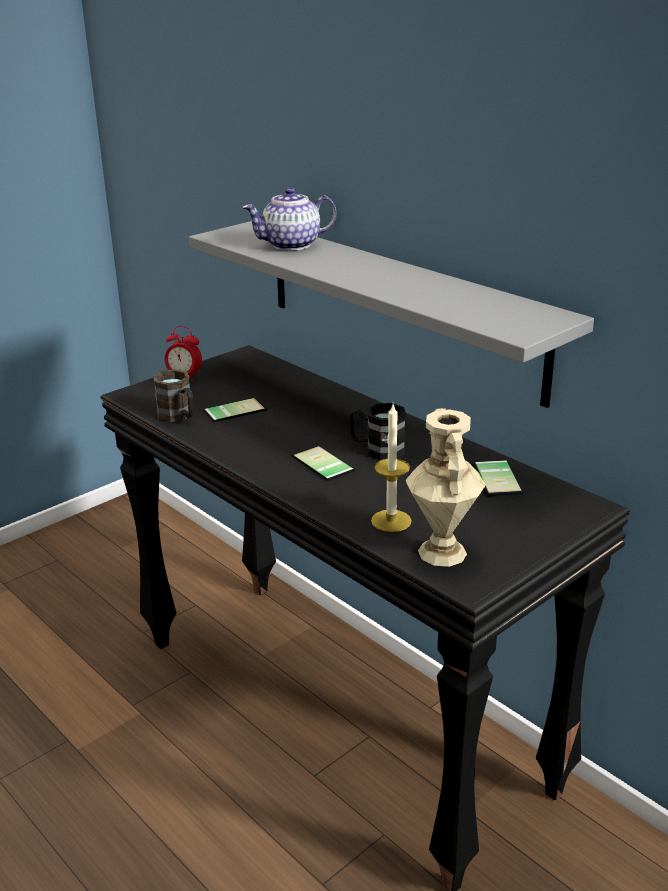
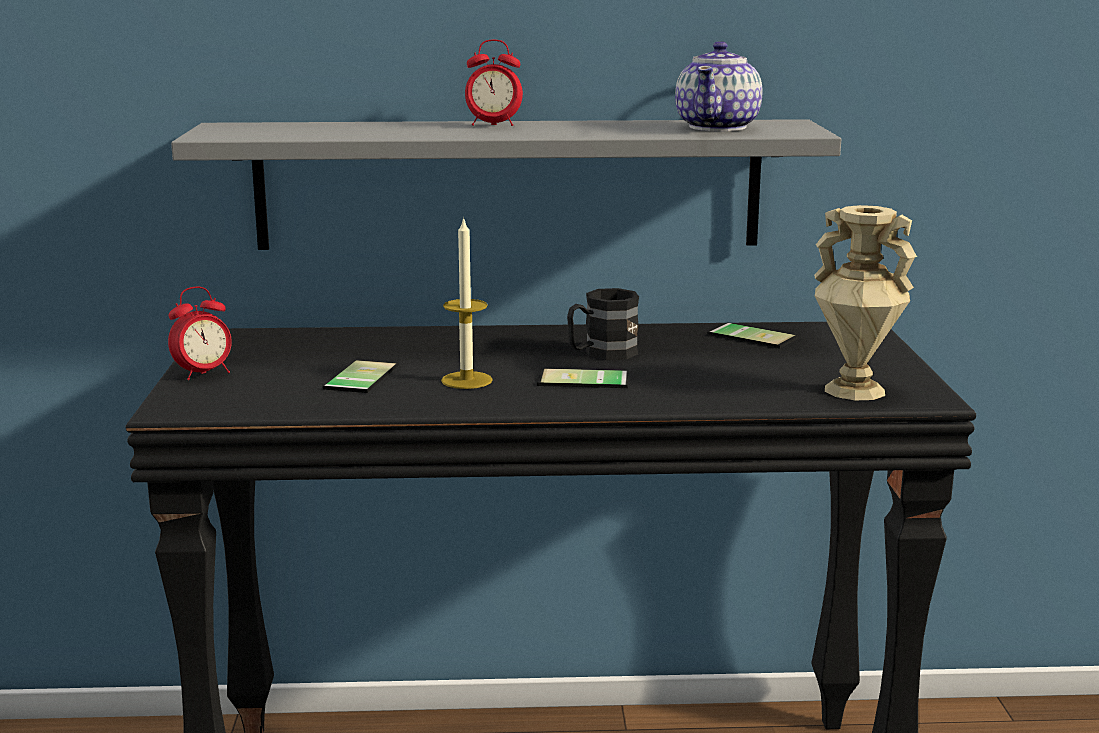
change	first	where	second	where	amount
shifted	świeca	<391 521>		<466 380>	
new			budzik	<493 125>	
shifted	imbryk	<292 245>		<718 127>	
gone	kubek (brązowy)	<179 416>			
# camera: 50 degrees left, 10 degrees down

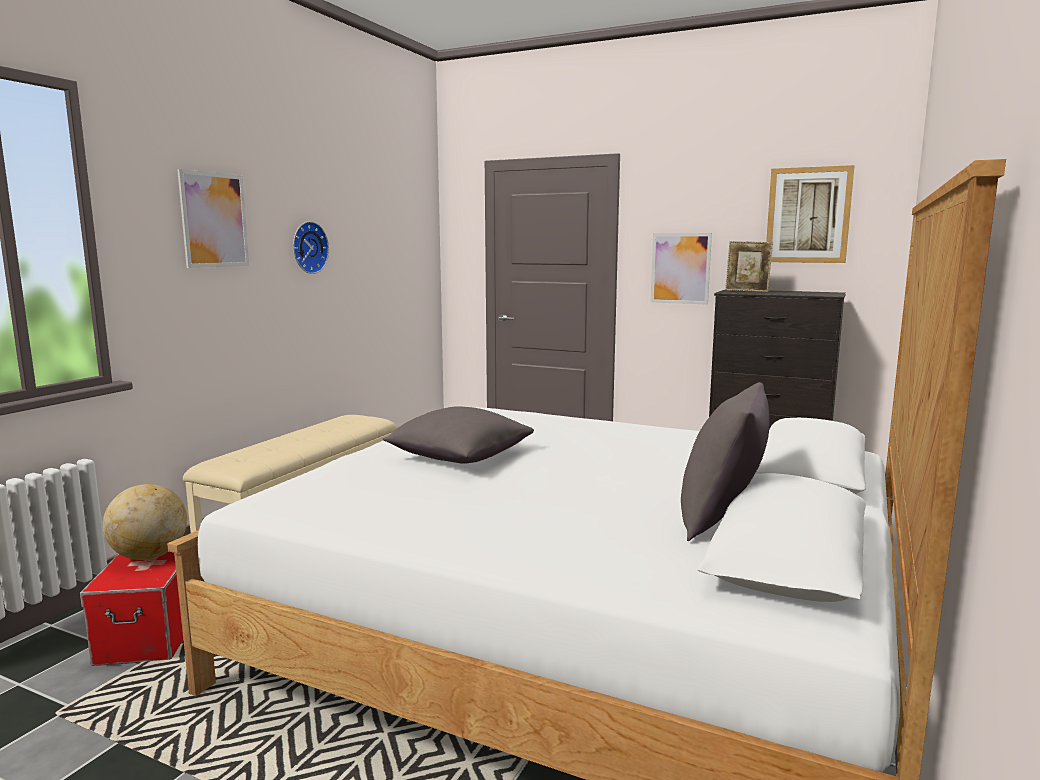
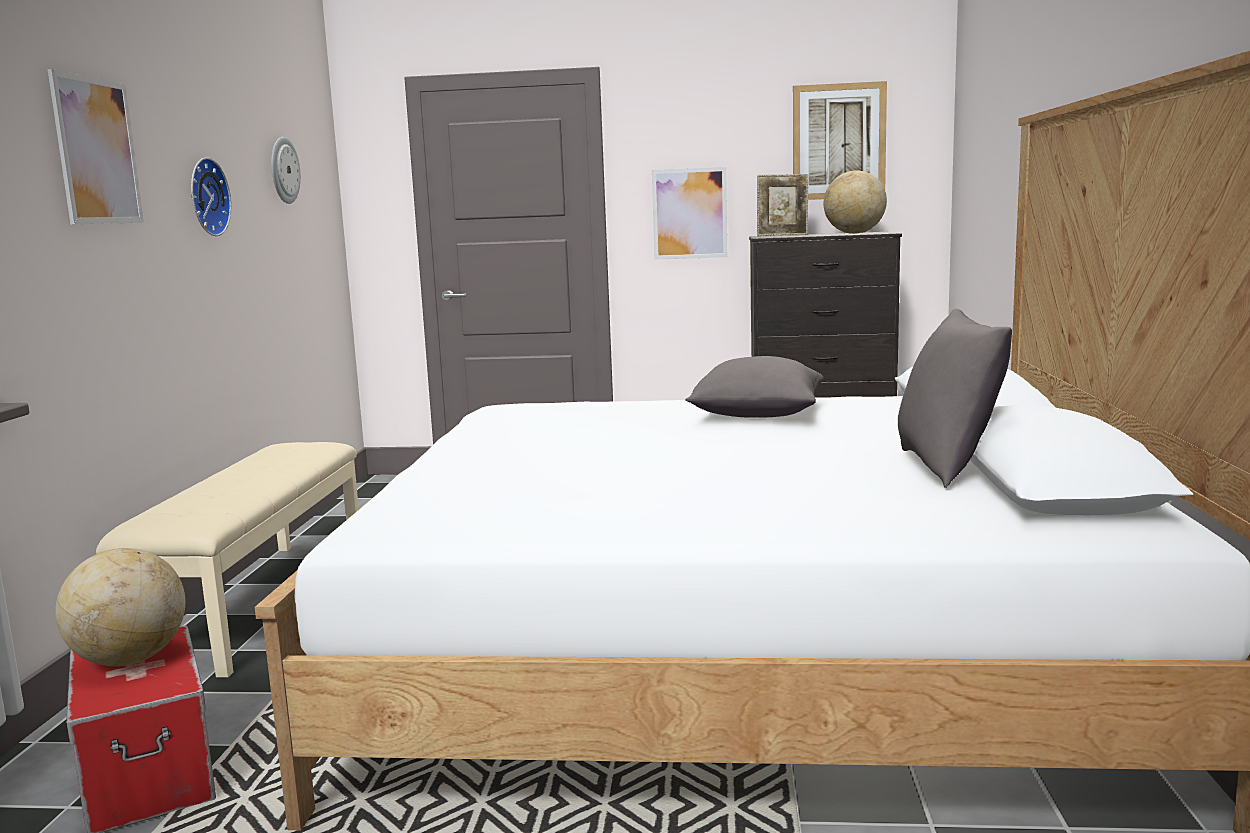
change	first	where	second	where	amount
new			zegar ścienny	<283 170>	
shifted	poduszka (szary)	<459 457>		<756 415>	
new			globus	<854 233>	
# camera: 20 degrees left, 0 degrees up

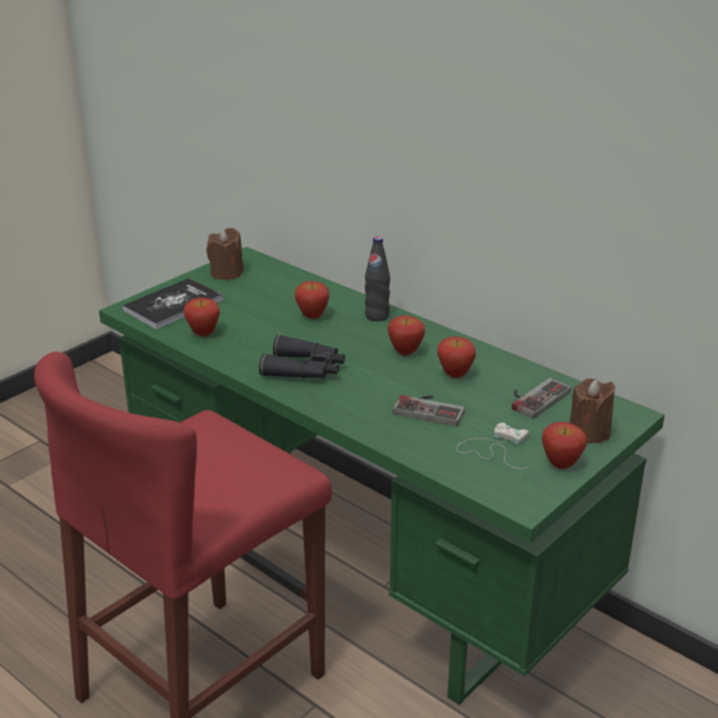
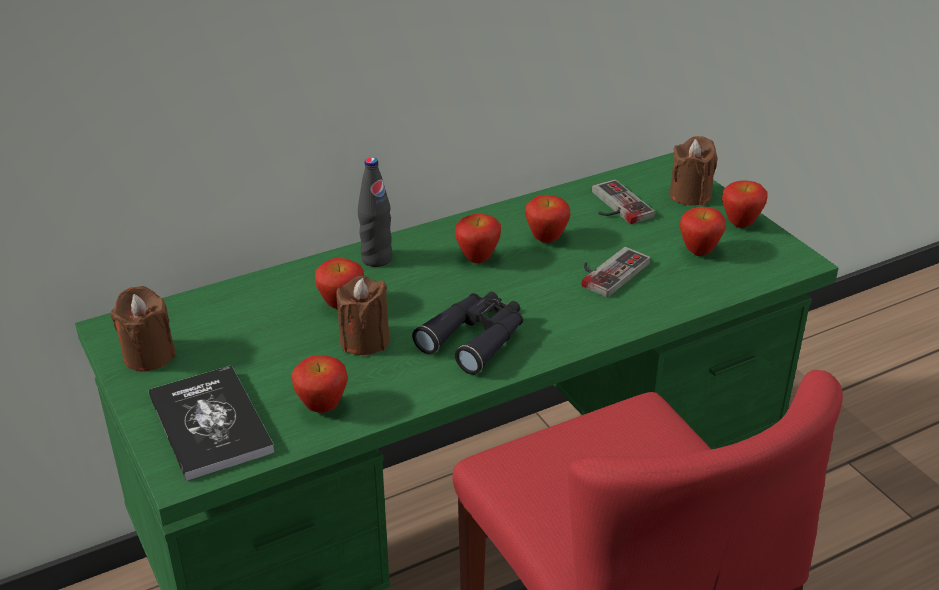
change	first	where	second	where	amount
new			świeca (brązowy)	<364 340>	
swapped	pad do gier (biały)	<494 448>	jabłko	<699 252>	
# camera: 70 degrees left, 5 degrees up

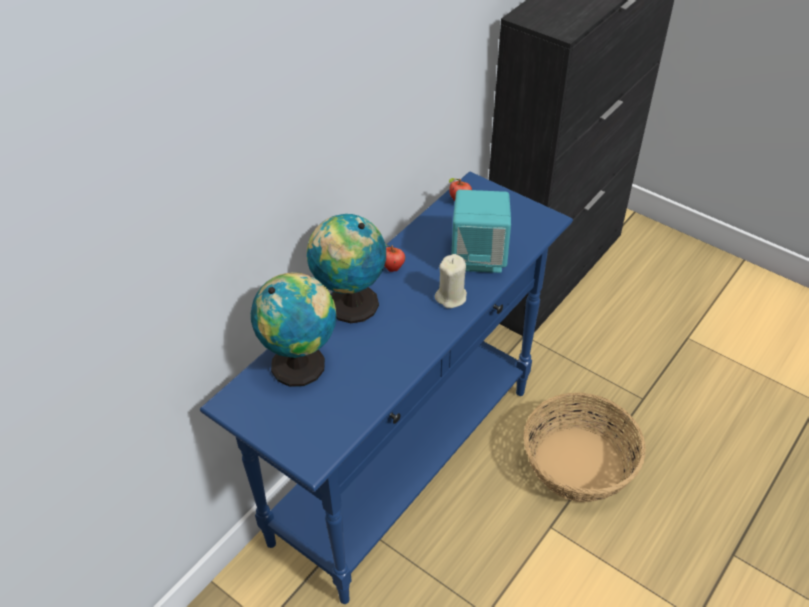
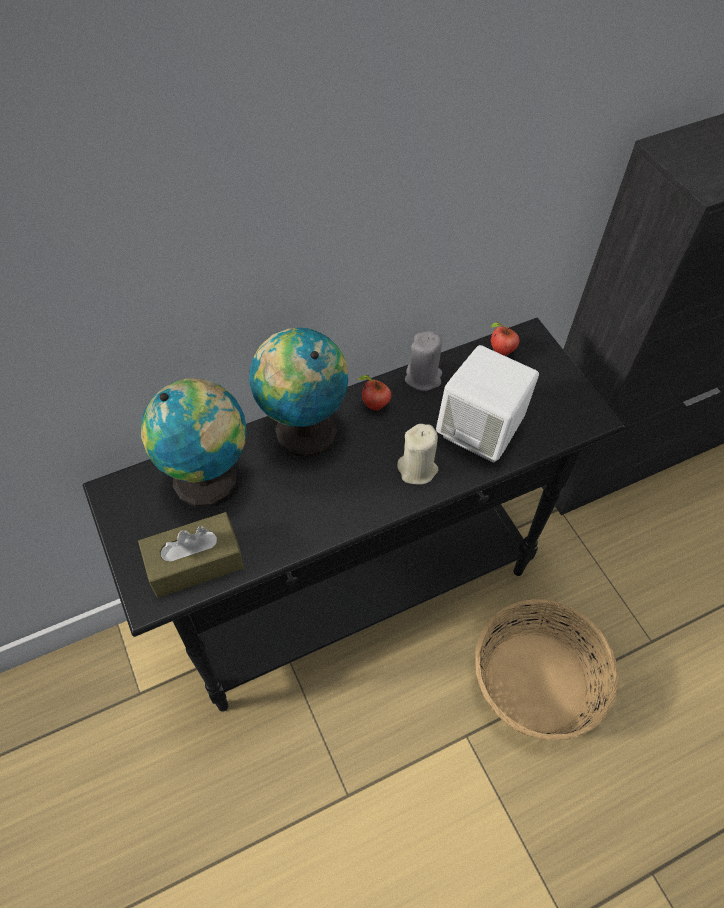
change	first	where	second	where	amount
repainted	stolik konsolowy (niebieski)	<405 463>	stolik konsolowy (czarny)	<358 593>	
new			pudełko chusteczek (brązowy)	<195 563>	
new			świeca (szary)	<423 377>	
repainted	głośnik (turkusowy)	<479 257>	głośnik (biały)	<480 432>	
# camera: 25 degrees right, 10 degrees up

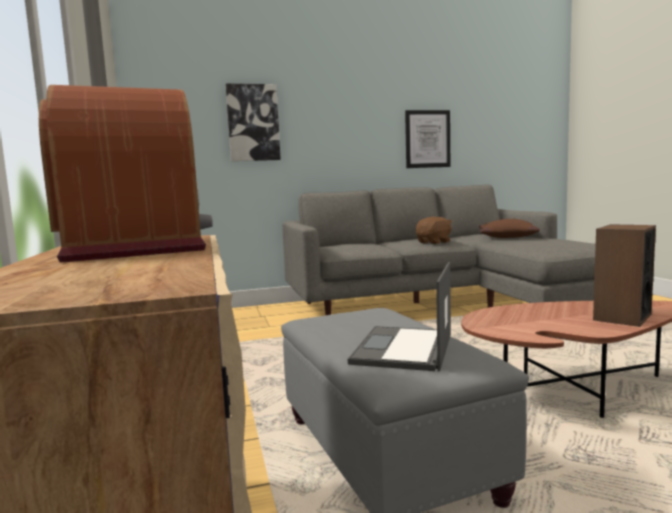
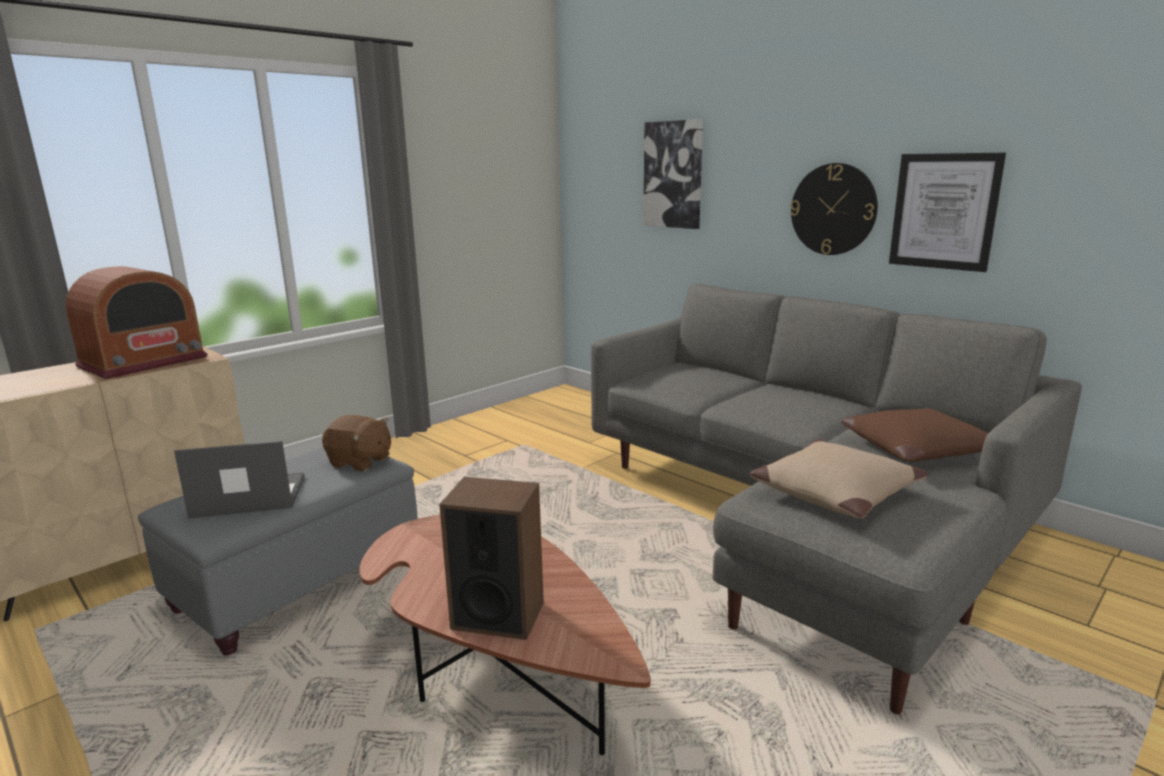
change	first	where	second	where	amount
shifted	pluszak (brązowy)	<434 242>		<360 462>	
new			poduszka (beżowy)	<834 492>	
new			zegar ścienny	<833 209>	
# camera: 60 degrees right, 10 degrees up

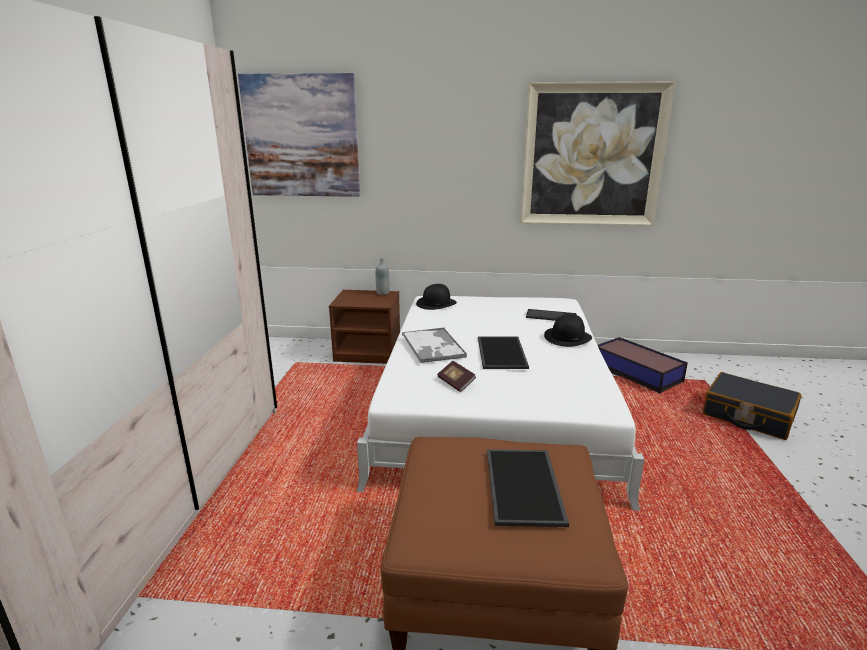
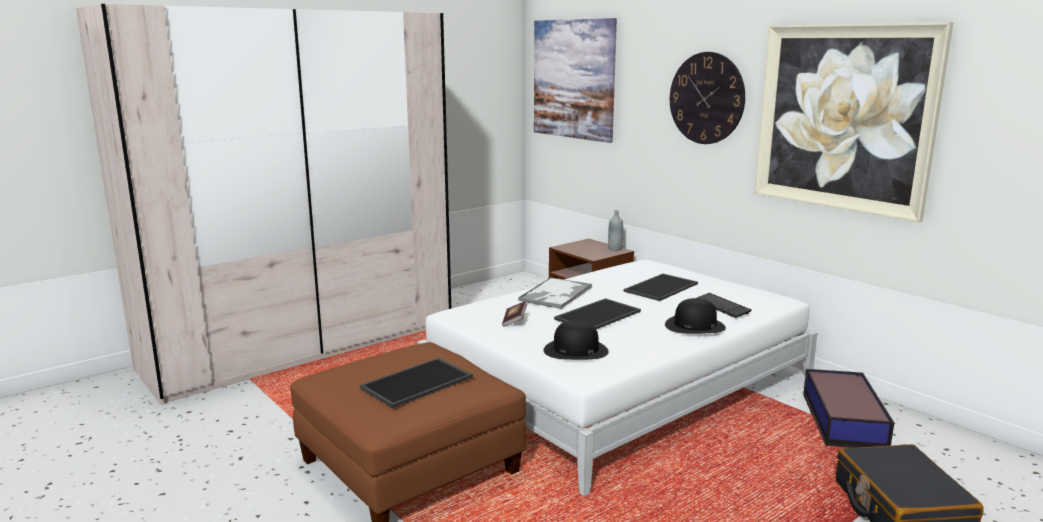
change	first	where	second	where	amount
shifted	kapelusz (czarny)	<436 303>		<575 350>	
new			taca	<660 287>	
new			zegar ścienny	<706 98>	
# camera: 45 degrees right, 5 degrees down

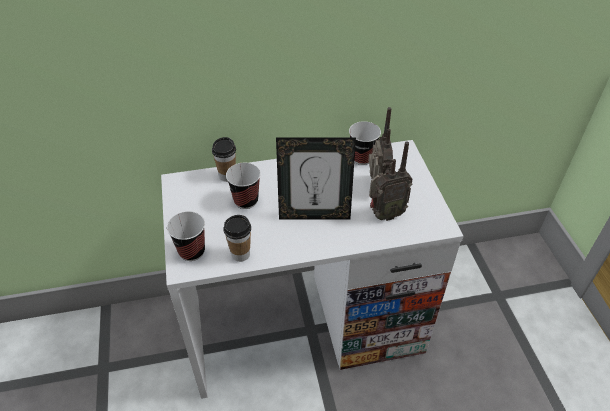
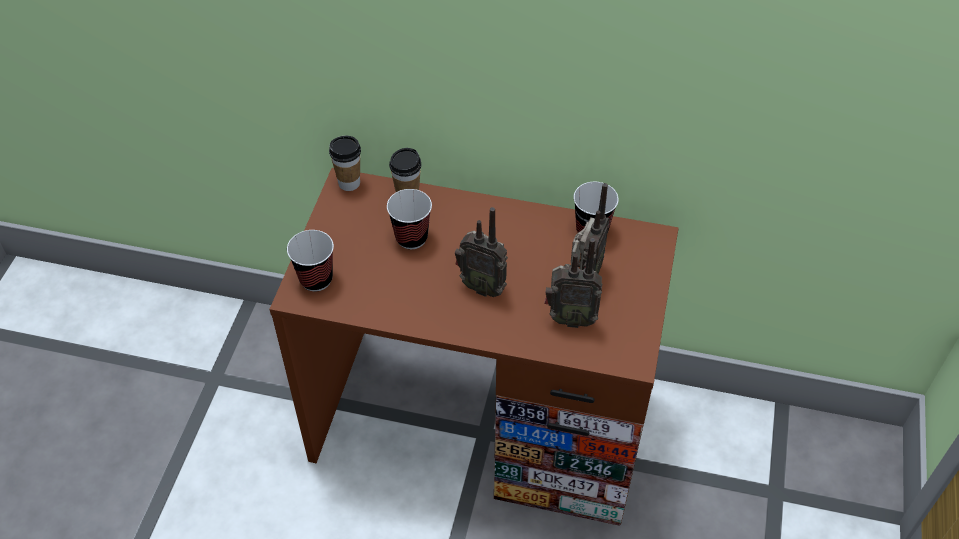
change	first	where	second	where	amount
repainted	biurko (biały)	<304 324>	biurko (brązowy)	<480 422>	
shifted	filiżanka	<240 254>		<349 183>	
swapped	ramka na zdjęcie	<314 215>	radio	<483 286>	
# camera: 25 degrees right, 5 degrees up

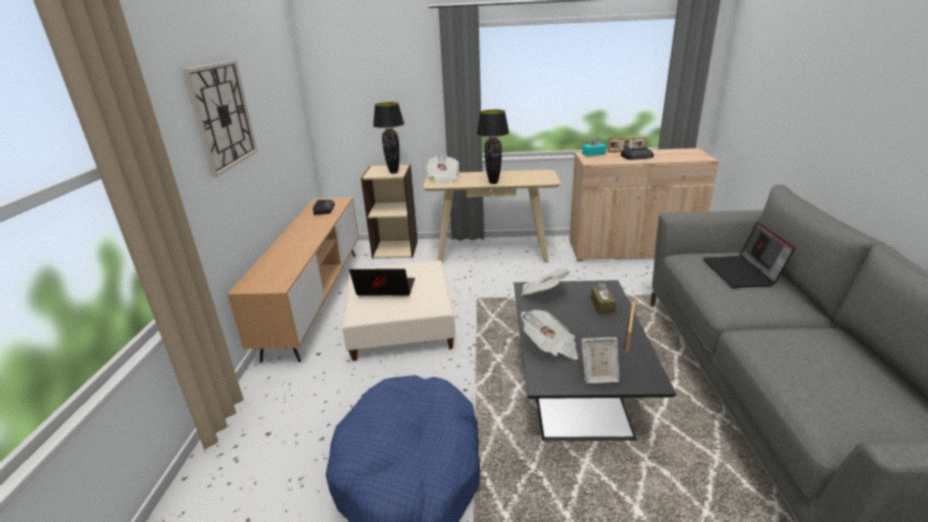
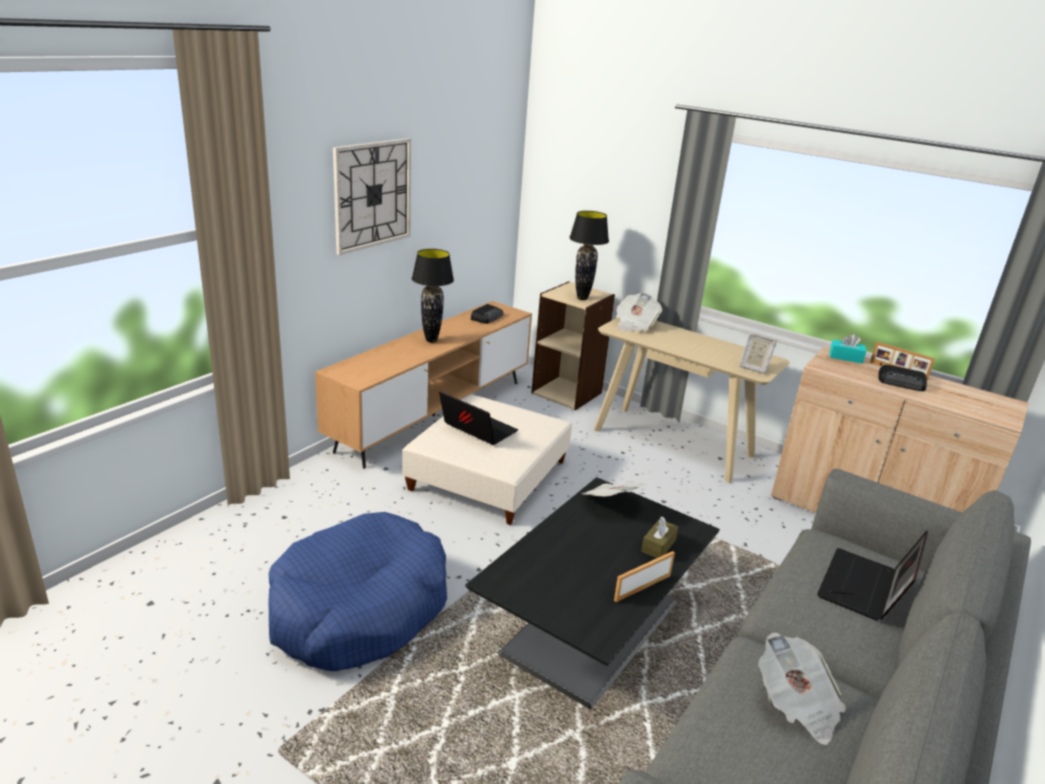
change	first	where	second	where	amount
shifted	lampa stołowa (czarny)	<493 183>		<431 340>	
shifted	ramka na zdjęcie	<598 377>		<753 368>	
shifted	gazeta	<550 347>		<796 705>	
# camera: 30 degrees right, 0 degrees up

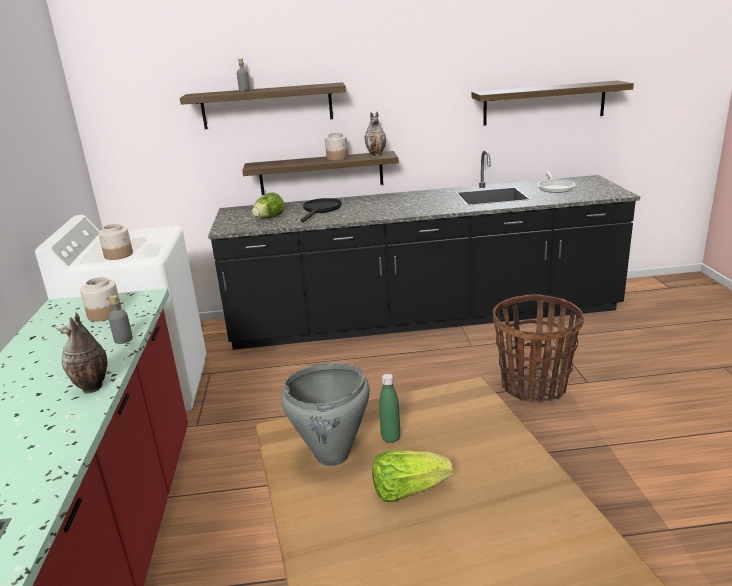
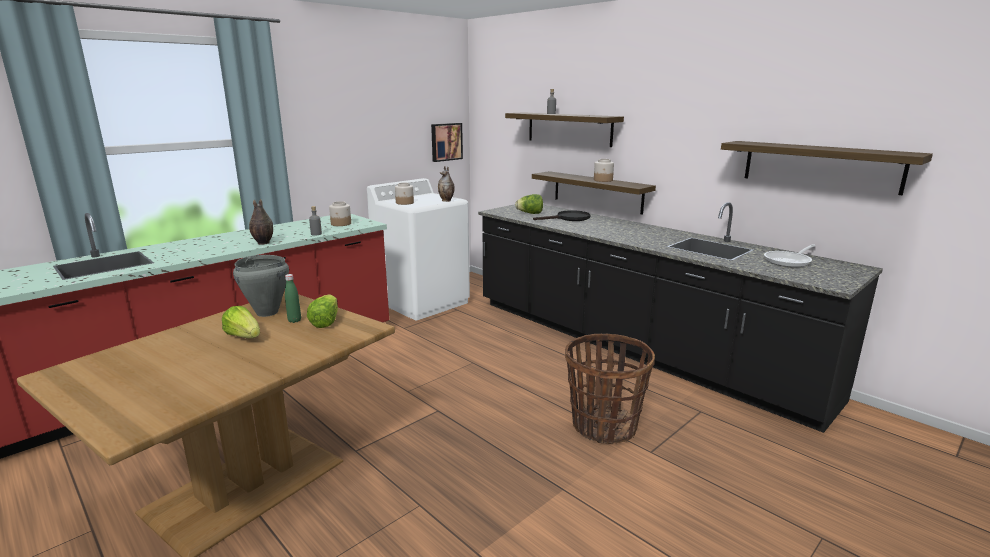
change	first	where	second	where	amount
new			sałata	<325 322>	
new			obraz	<446 142>	
shifted	wazon	<376 155>		<447 200>	
# camera: 50 degrees right, 5 degrees down

